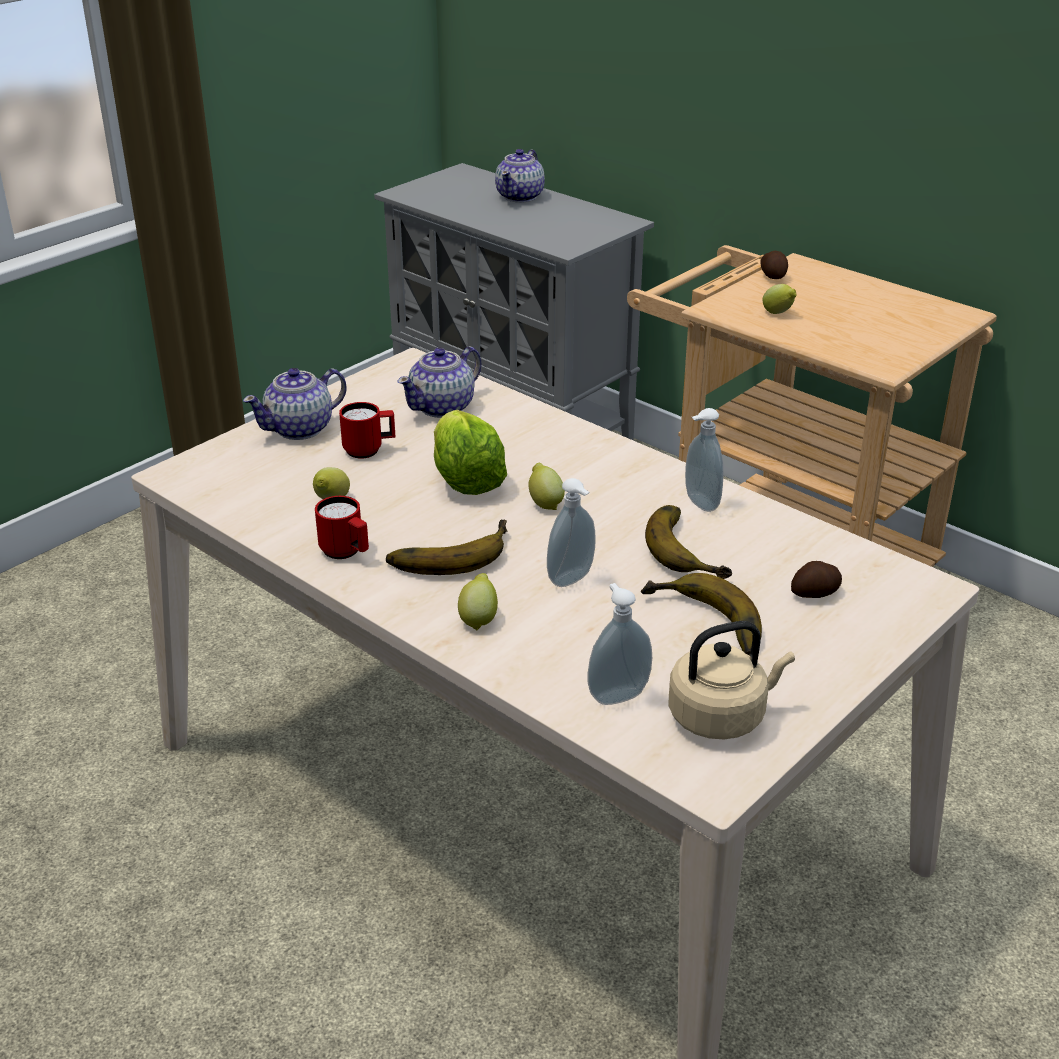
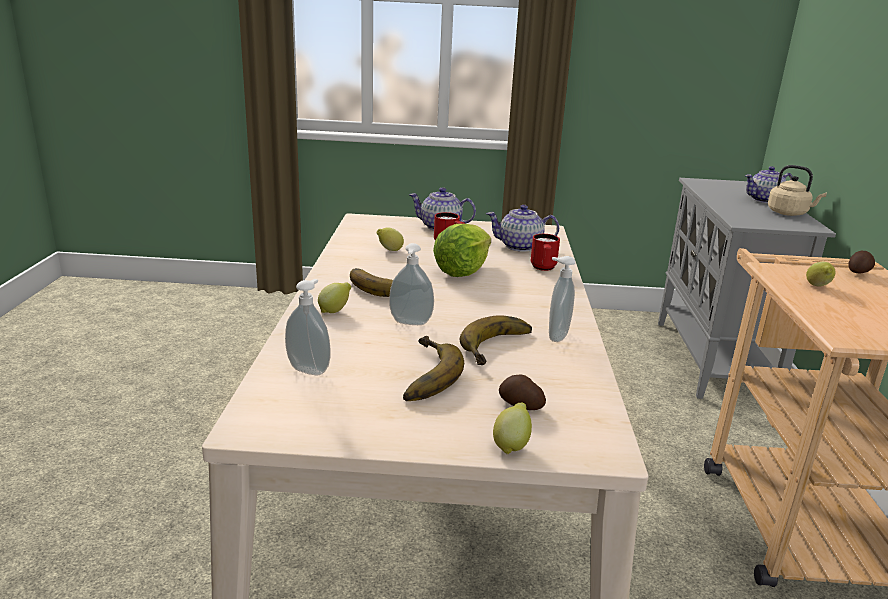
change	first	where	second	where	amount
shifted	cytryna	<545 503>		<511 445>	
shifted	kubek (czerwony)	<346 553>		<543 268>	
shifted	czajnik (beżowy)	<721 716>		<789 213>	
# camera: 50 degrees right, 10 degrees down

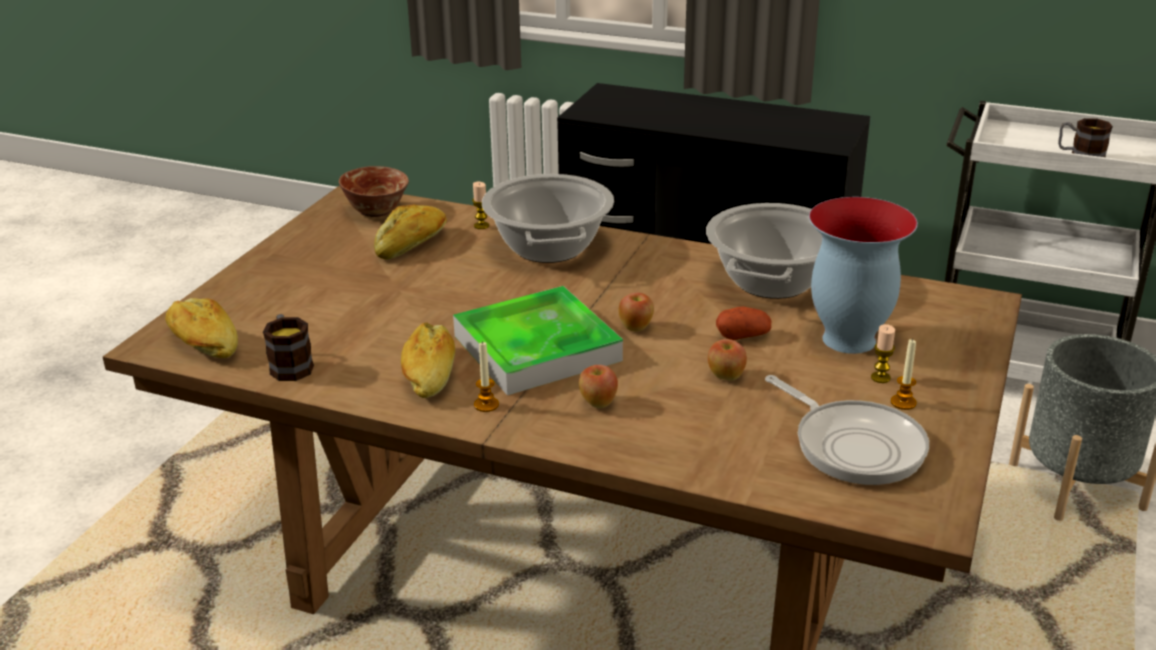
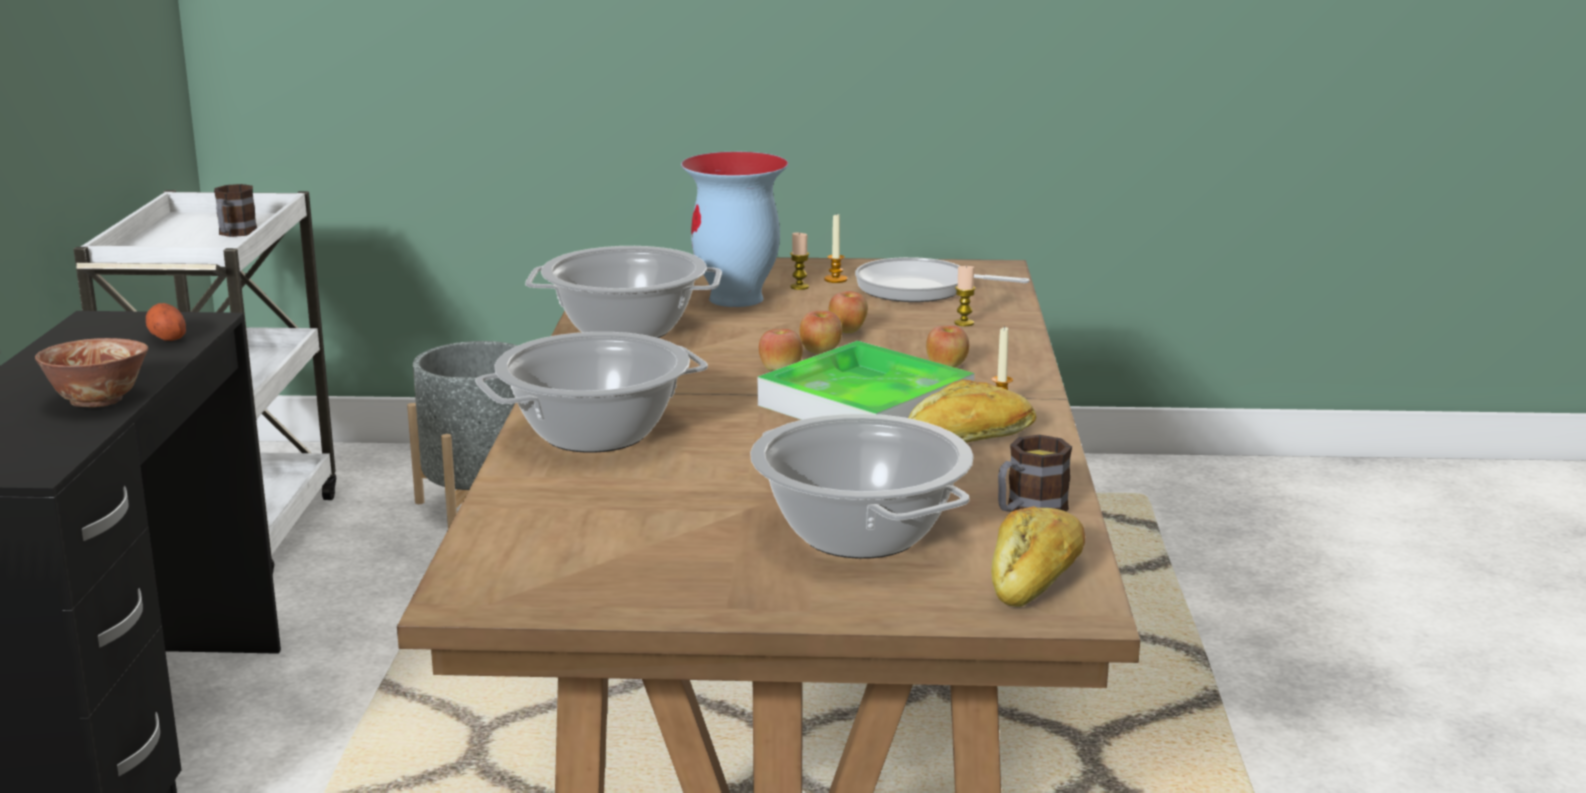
change	first	where	second	where	amount
shifted	miska	<376 211>		<97 401>	
shifted	ziemniak	<743 335>		<167 337>	
new			garnek	<861 534>	
new			jabłko	<820 351>	
rotated	patelnia	<853 445>		<920 289>	105 degrees counterclockwise
shifted	świeca	<481 226>		<964 323>	
gone	chleb	<412 244>			
# camera: 110 degrees left, 10 degrees down

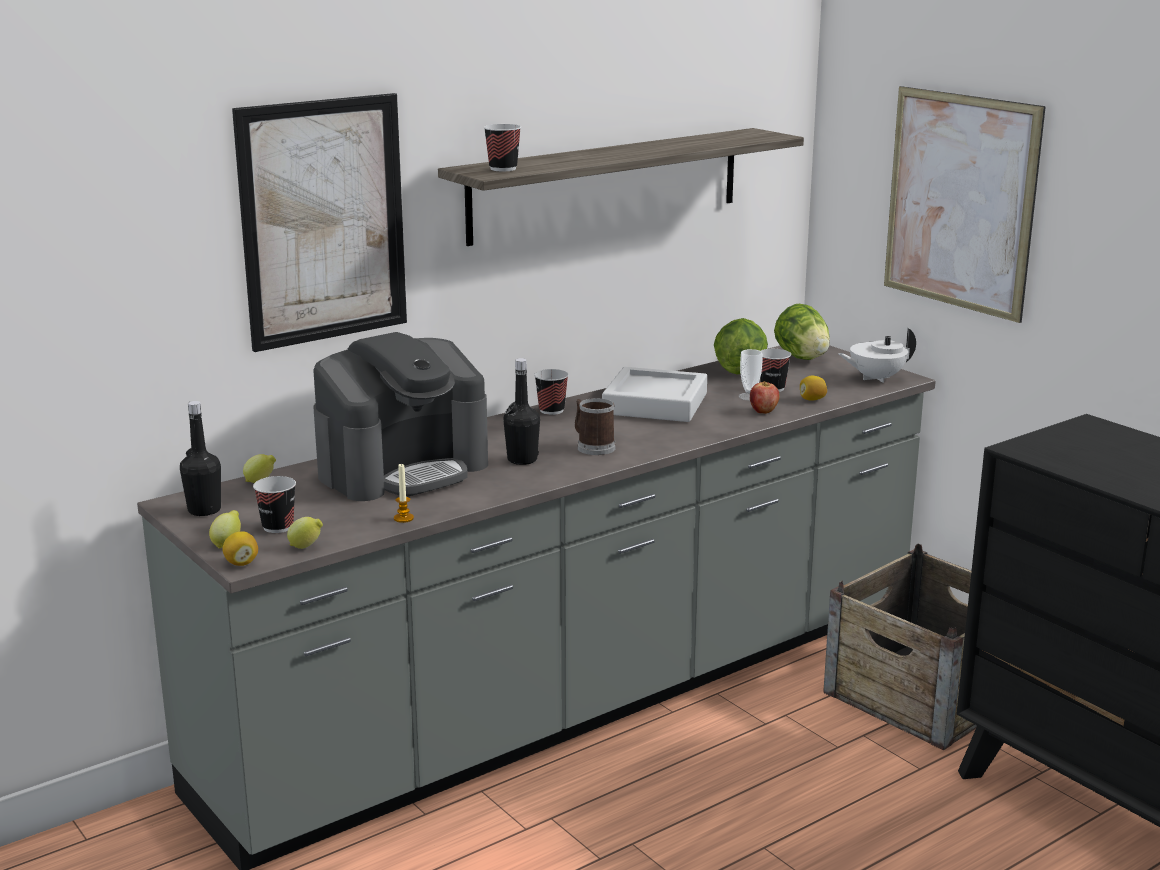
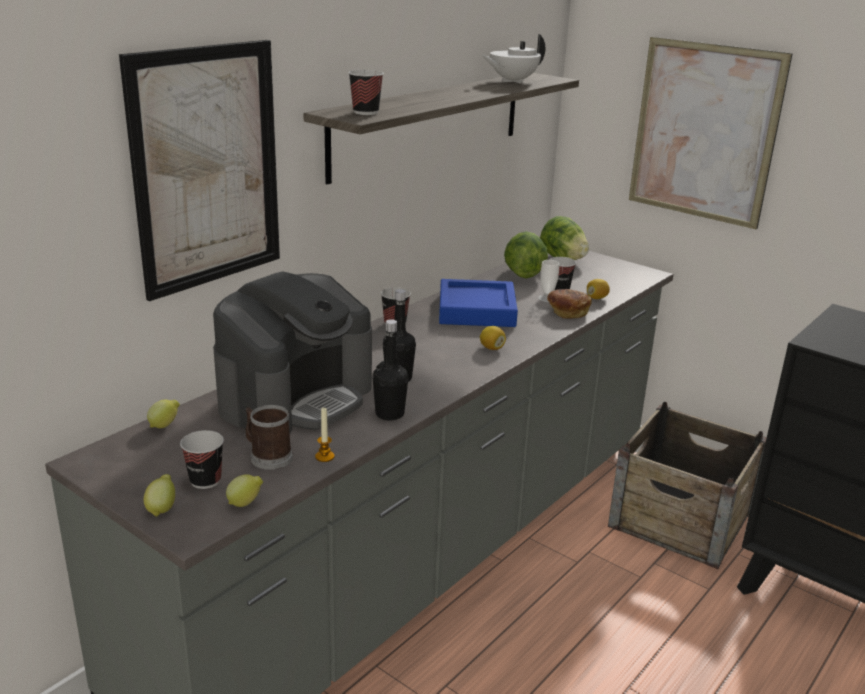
change	first	where	second	where	amount
shifted	kubek	<593 446>		<267 456>	
shifted	butelka (czarny)	<204 510>		<389 414>	
repainted	taca (szary)	<655 404>	taca (niebieski)	<476 310>	
shifted	cytryna	<241 563>		<491 348>	
shifted	imbryk (biały)	<875 378>		<512 81>	
swapped	jabłko	<763 411>	chleb	<567 312>	
# camera: 15 degrees left, 5 degrees up

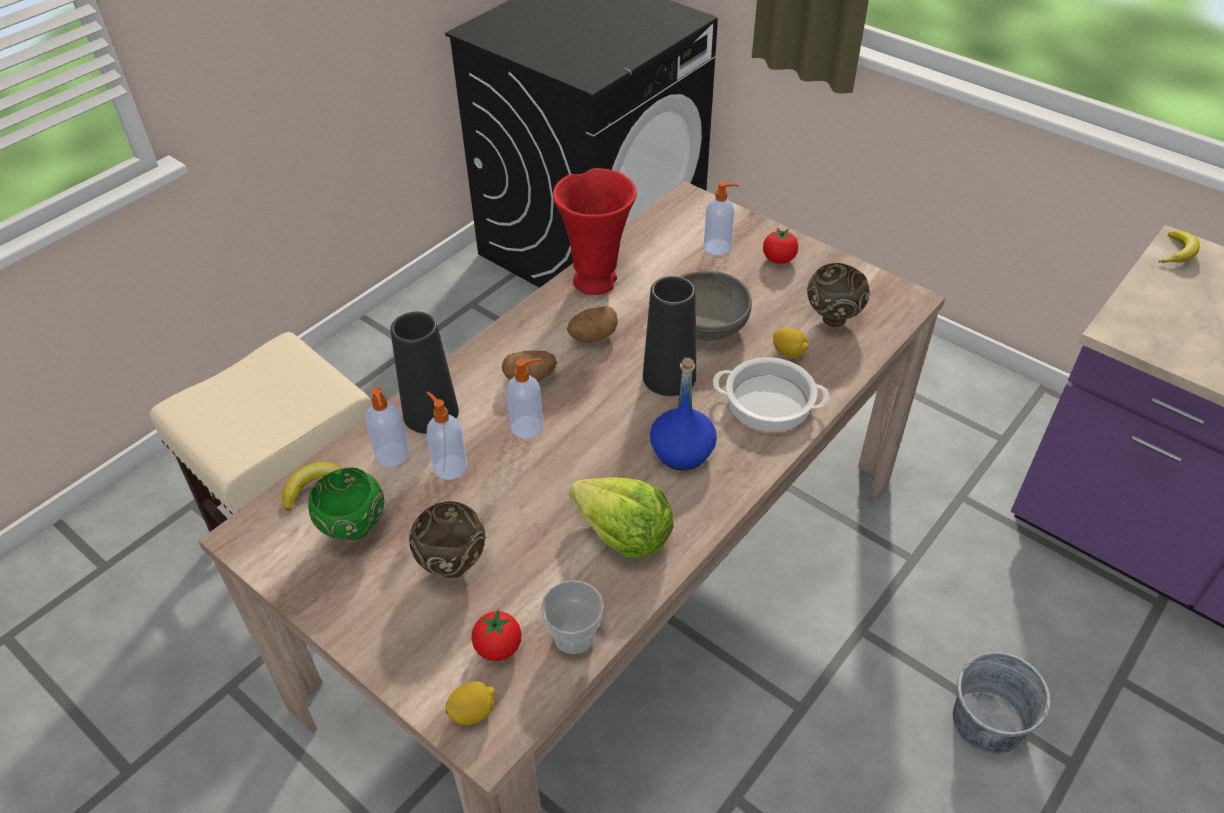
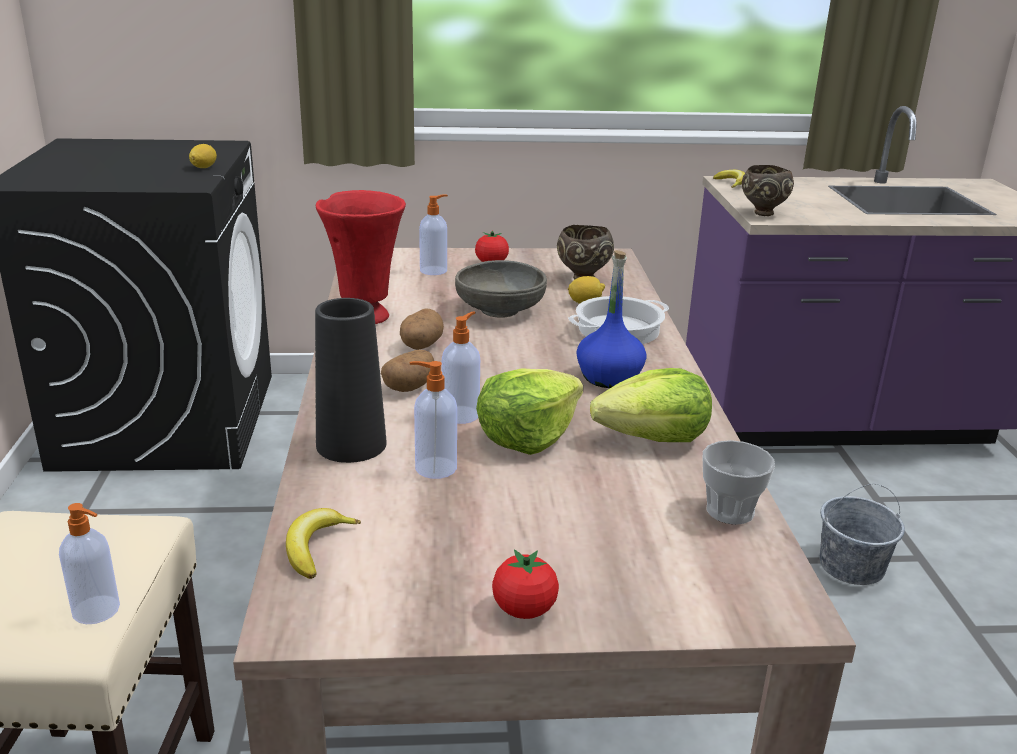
change	first	where	second	where	amount
shifted	dozownik mydła	<392 456>		<97 610>	
shifted	cytryna	<473 712>		<204 167>	
new			sałata	<527 436>	
shifted	pomidor	<498 647>		<524 610>	
shifted	miska (brązowy)	<453 564>		<762 213>	
gone	miska (zielony)	<354 531>			
gone	wazon (czarny)	<669 377>			
# camera: 45 degrees left, 20 degrees down

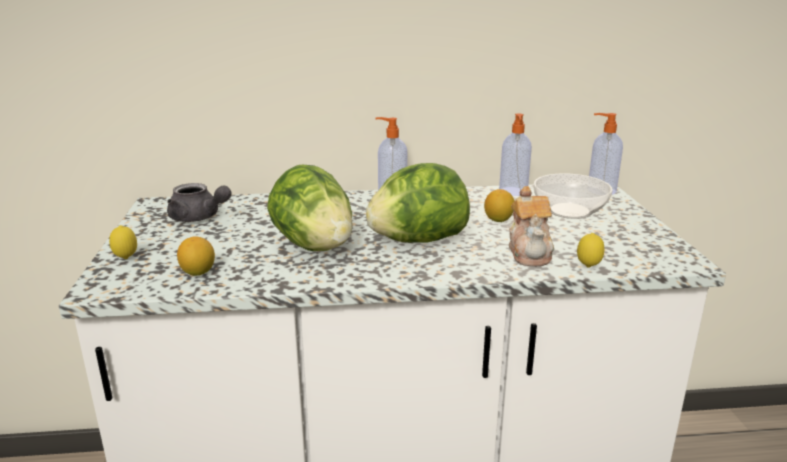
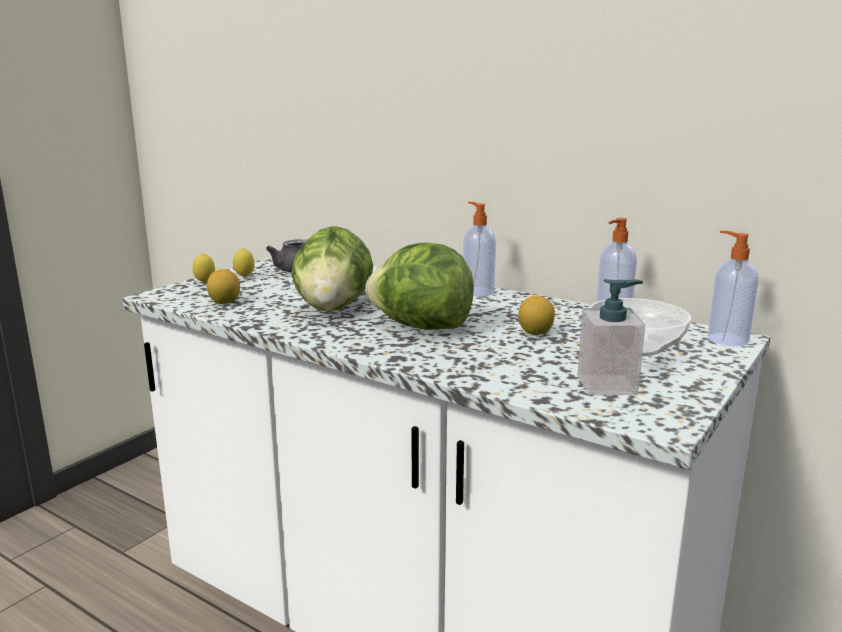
change	first	where	second	where	amount
shifted	cytryna	<588 267>		<244 277>	
new			dozownik mydła	<607 385>	
gone	imbryk	<530 252>			
# camera: 40 degrees right, 5 degrees down

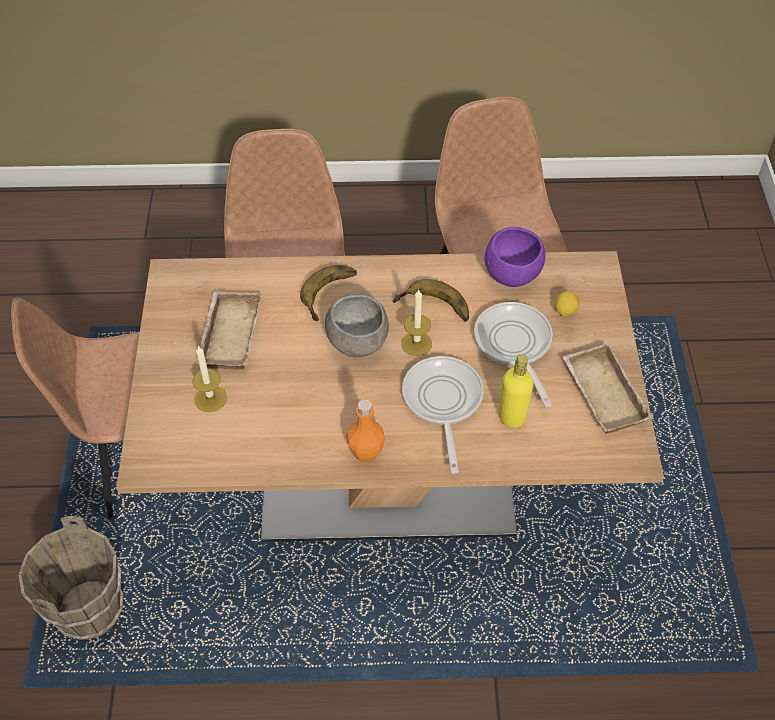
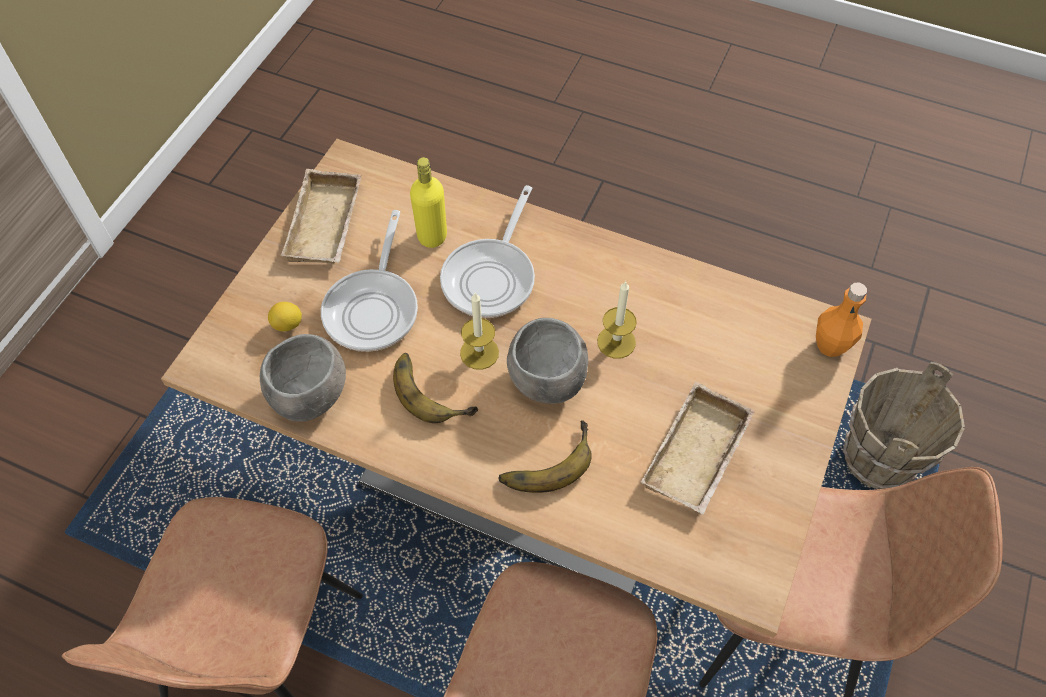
change	first	where	second	where	amount
repainted	miska (fioletowy)	<512 274>	miska (szary)	<308 397>	
shifted	świeca	<210 398>		<616 342>	
shifted	butelka (pomarańczowy)	<366 453>		<830 345>	
# camera: 155 degrees left, 5 degrees up

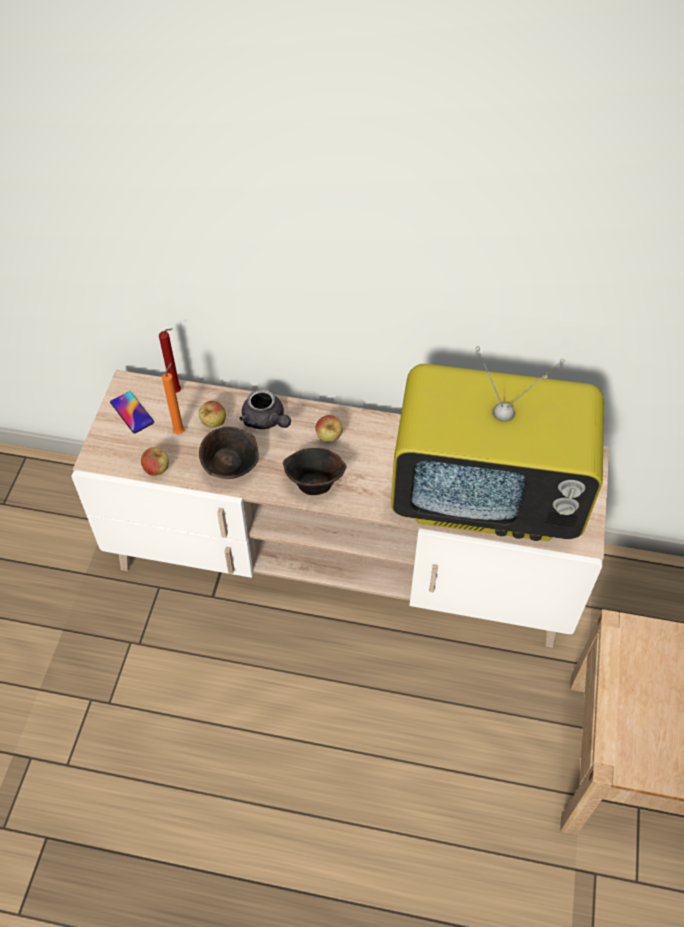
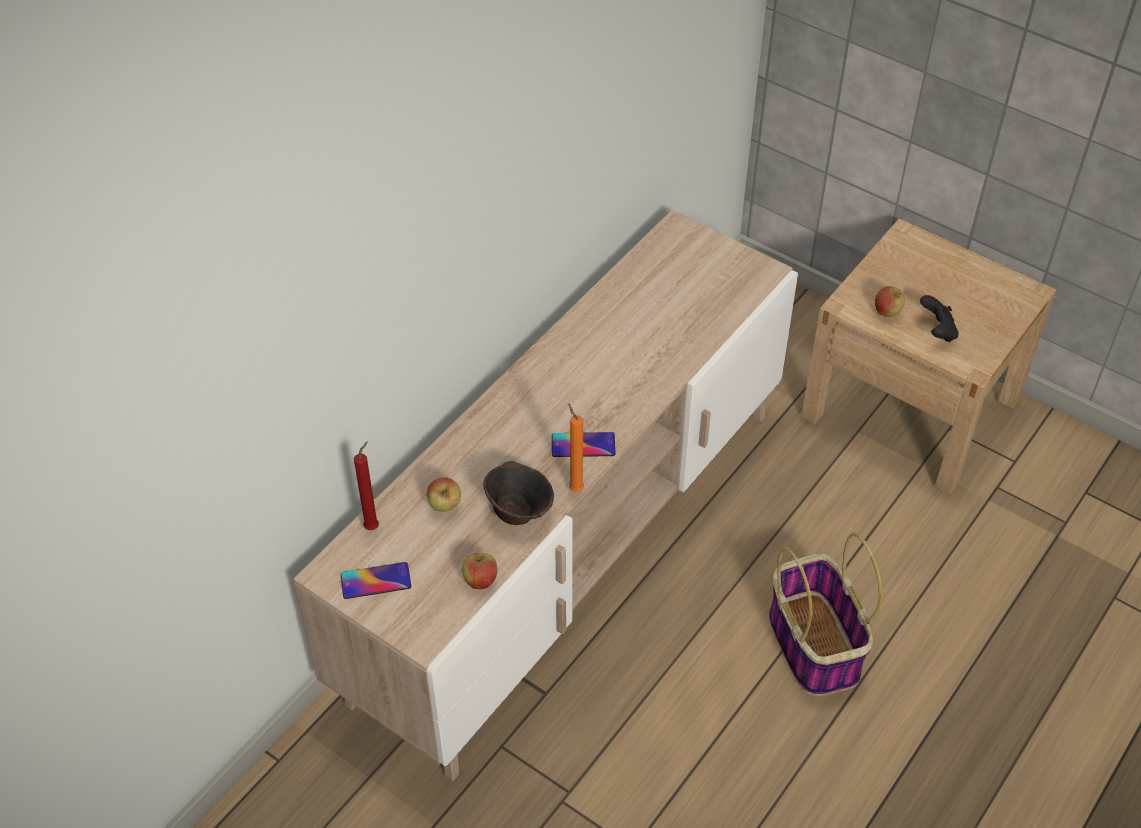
change	first	where	second	where	amount
swapped	miska (brązowy)	<314 482>	telefon	<583 445>	
shifted	świeca (pomarańczowy)	<180 431>		<574 488>	
new			koszyk	<812 643>	
shifted	jabłko	<329 438>		<887 313>	
new			pad do gier (czarny)	<937 331>	
gone	imbryk (szary)	<266 420>			
gone	telewizor	<487 496>			
# camera: 65 degrees left, 5 degrees down

